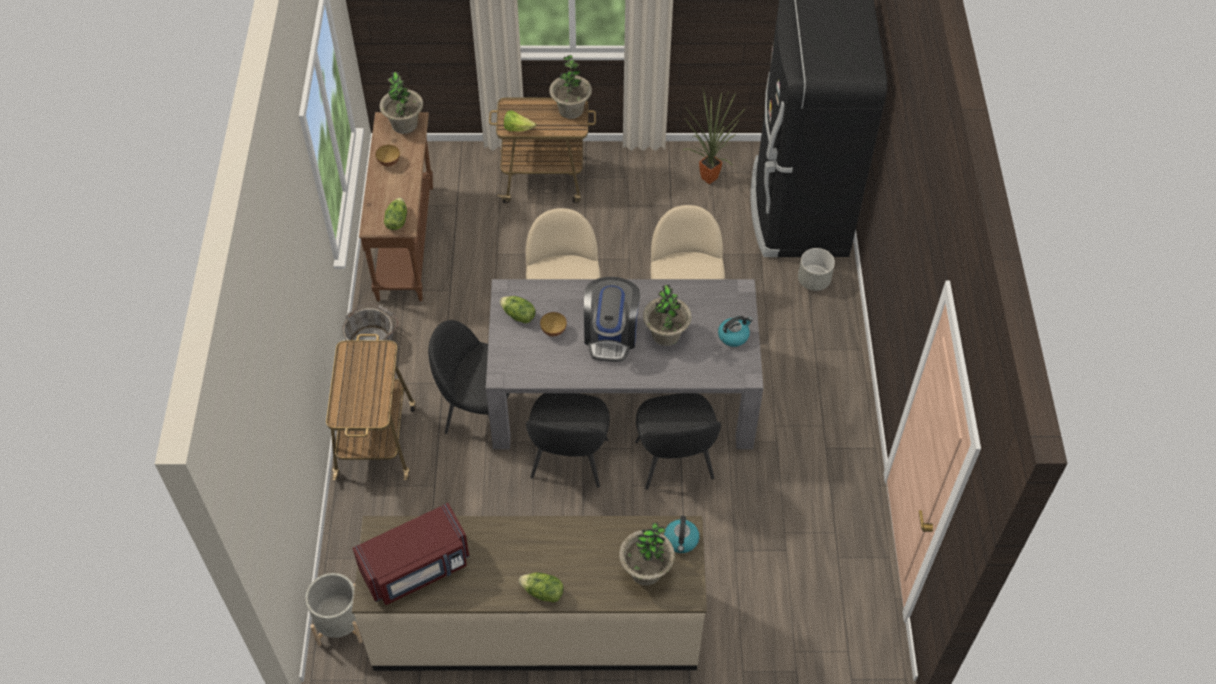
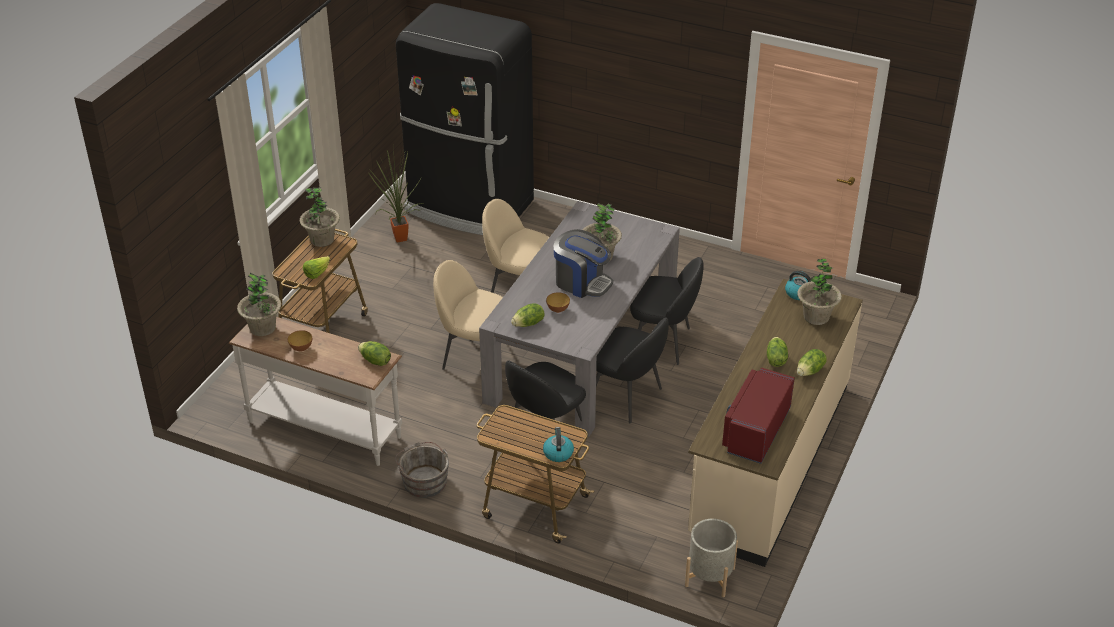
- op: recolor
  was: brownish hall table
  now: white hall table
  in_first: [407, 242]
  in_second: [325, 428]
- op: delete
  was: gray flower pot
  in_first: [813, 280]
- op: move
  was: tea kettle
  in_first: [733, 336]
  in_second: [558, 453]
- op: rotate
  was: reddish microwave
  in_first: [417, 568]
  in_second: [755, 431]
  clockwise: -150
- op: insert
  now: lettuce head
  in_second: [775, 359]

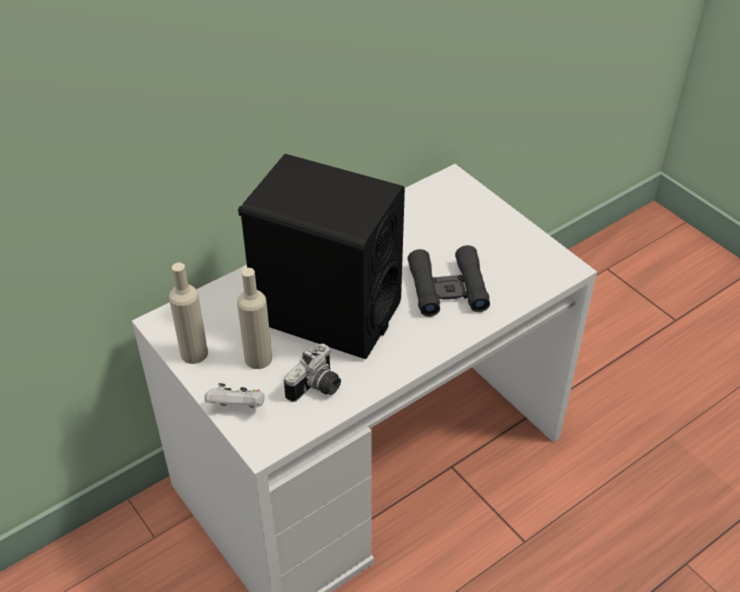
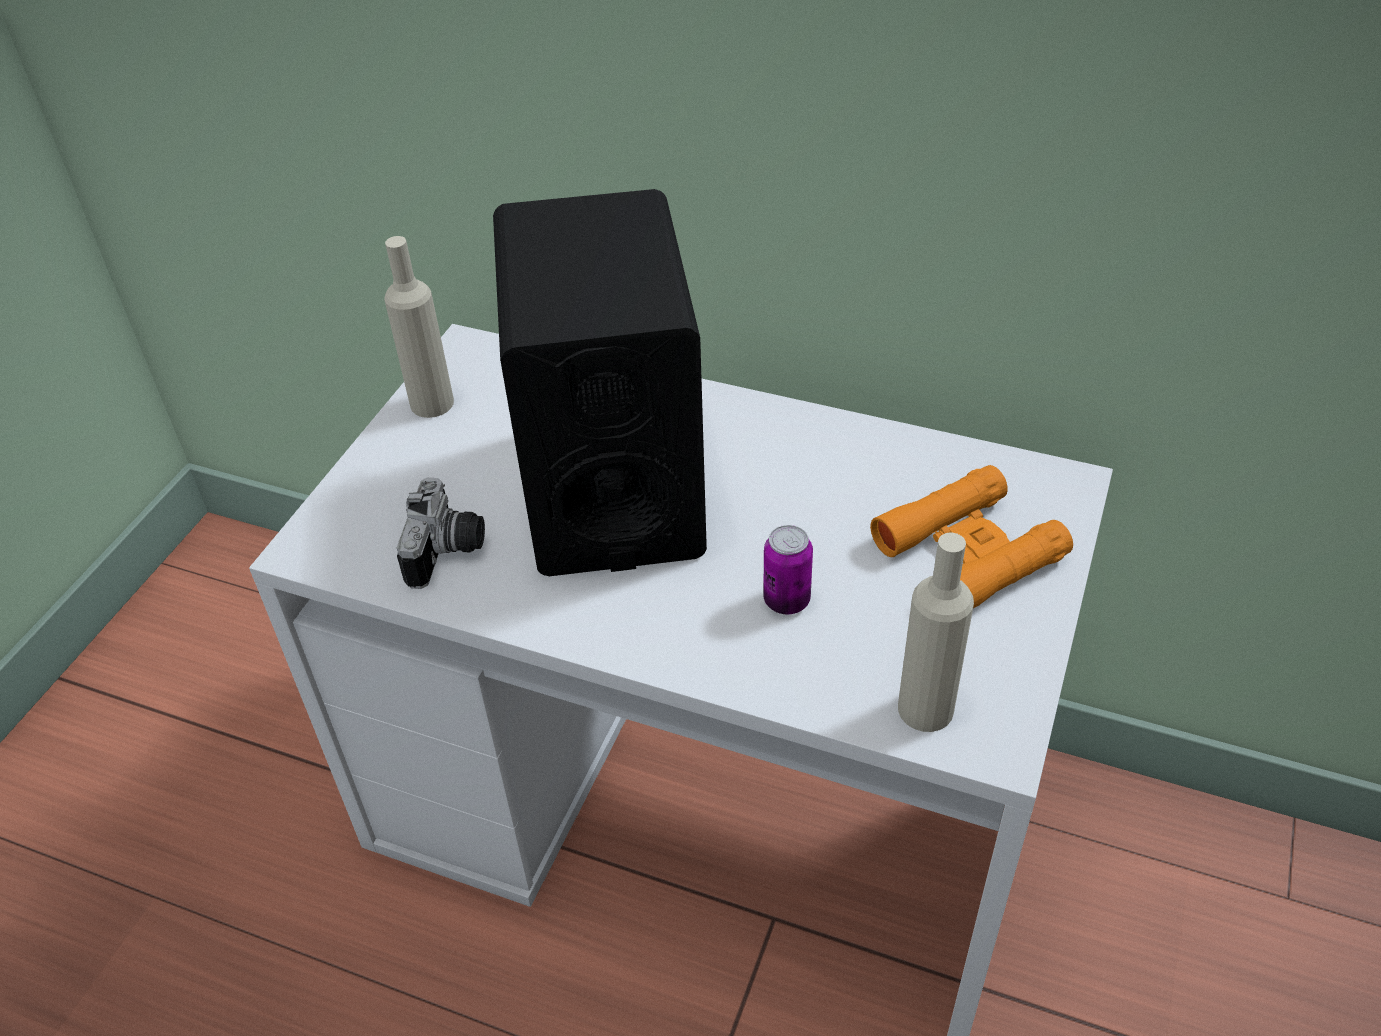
- op: replace
  was: black binoculars
  now: sealed can
  in_first: [448, 288]
  in_second: [786, 600]
- op: move
  was: sand-coloured bottle
  in_first: [258, 358]
  in_second: [925, 709]
- op: rotate
  was: photo camera
  in_first: [317, 388]
  in_second: [449, 552]
  clockwise: -90
- op: delete
  was: white game controller
  in_first: [238, 407]
- op: insert
  now: orangey binoculars
  in_second: [968, 552]

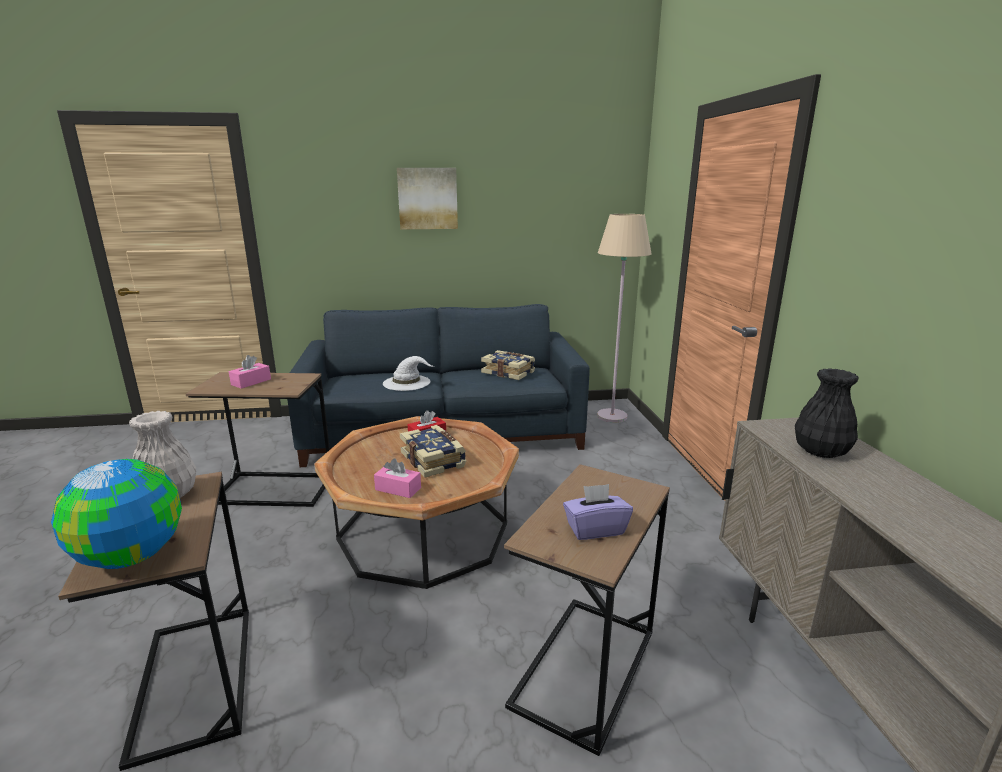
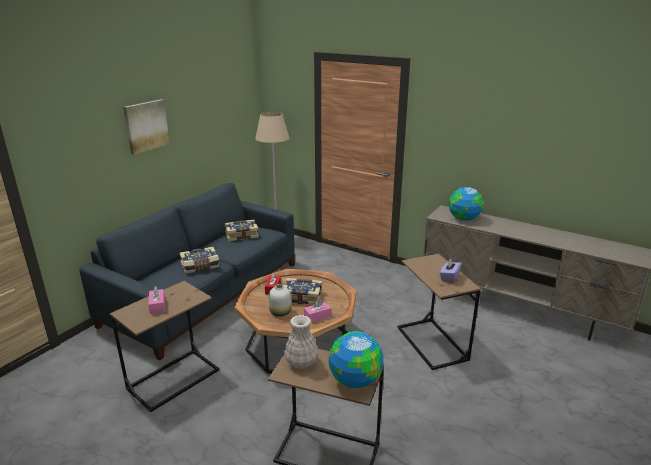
- op: replace
  was: white hat
  now: volume
  in_first: [407, 382]
  in_second: [200, 266]
- op: replace
  was: black decorative vase
  now: globe
  in_first: [820, 451]
  in_second: [463, 219]
- op: insert
  now: white decorative vase
  in_second: [279, 312]

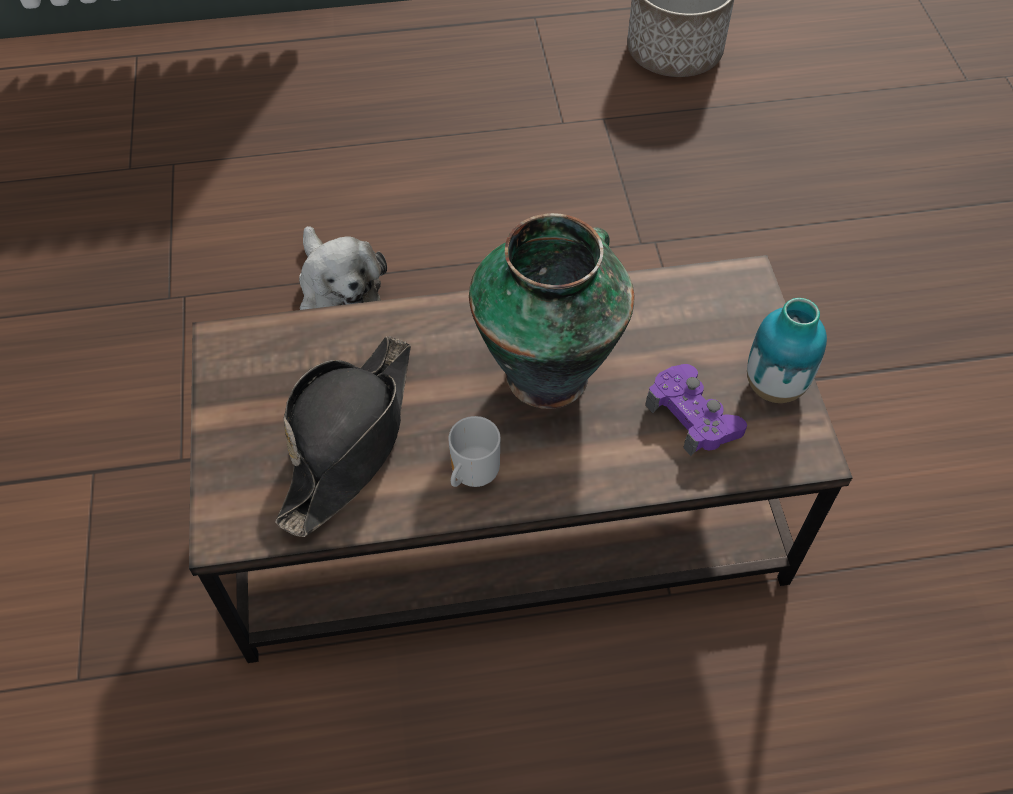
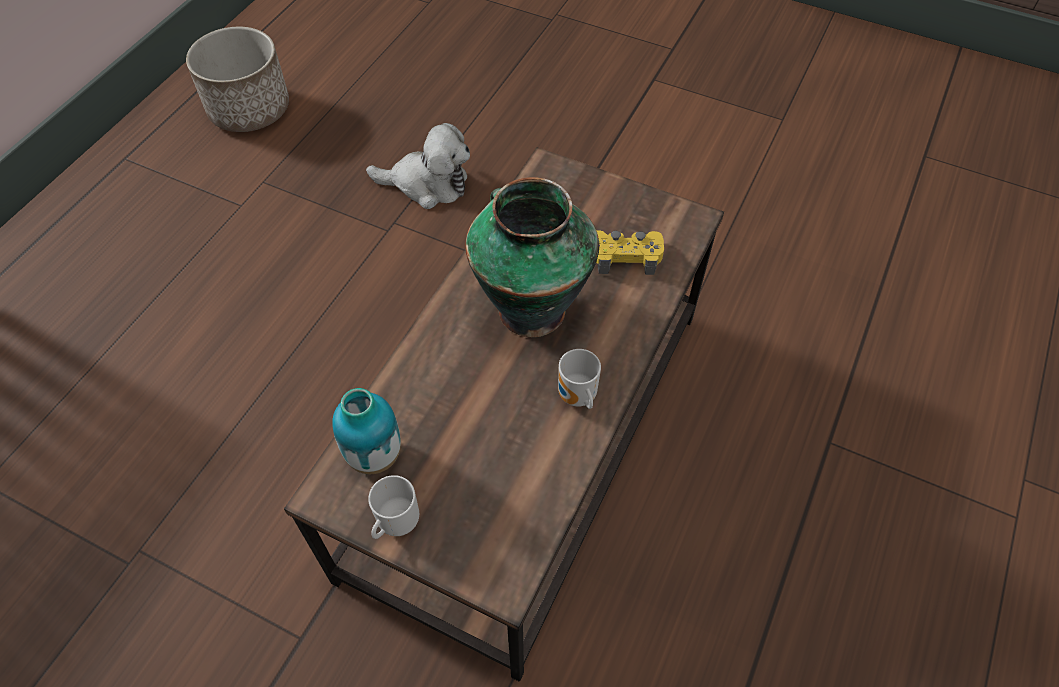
- op: move
  was: soft toy
  in_first: [338, 291]
  in_second: [427, 184]
- op: move
  was: decorative vase
  in_first: [774, 386]
  in_second: [374, 455]
- op: delete
  was: black hat
  in_first: [350, 439]
- op: recolor
  was: purple game controller
  now: yellow game controller
  in_first: [693, 416]
  in_second: [625, 256]
- op: insert
  now: coffee mug
  in_second: [395, 522]

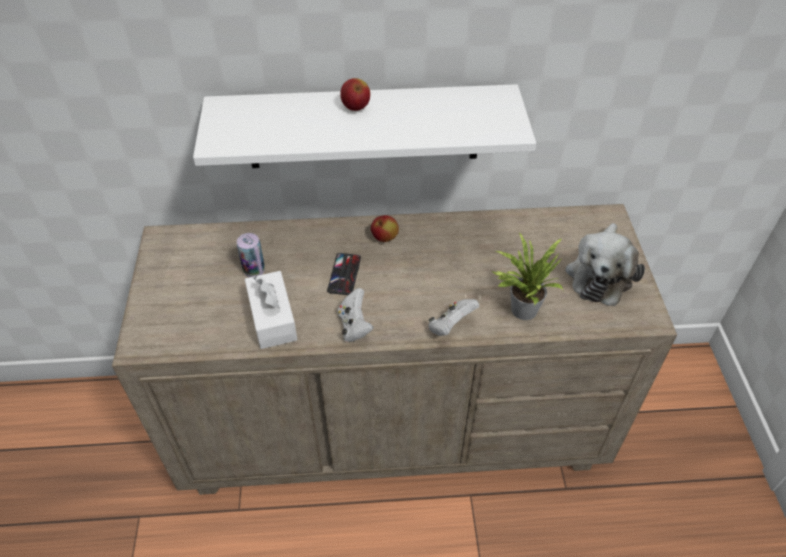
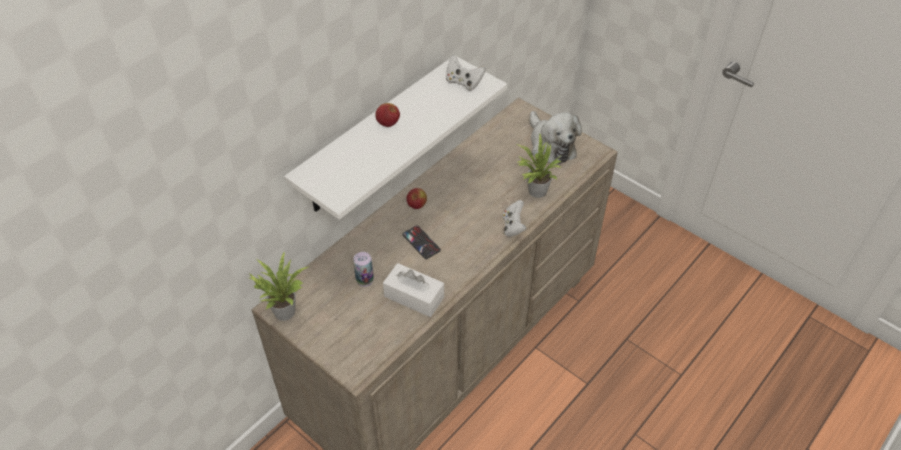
- op: move
  was: white game controller
  in_first: [354, 326]
  in_second: [463, 82]
- op: insert
  now: potted plant
  in_second: [283, 309]

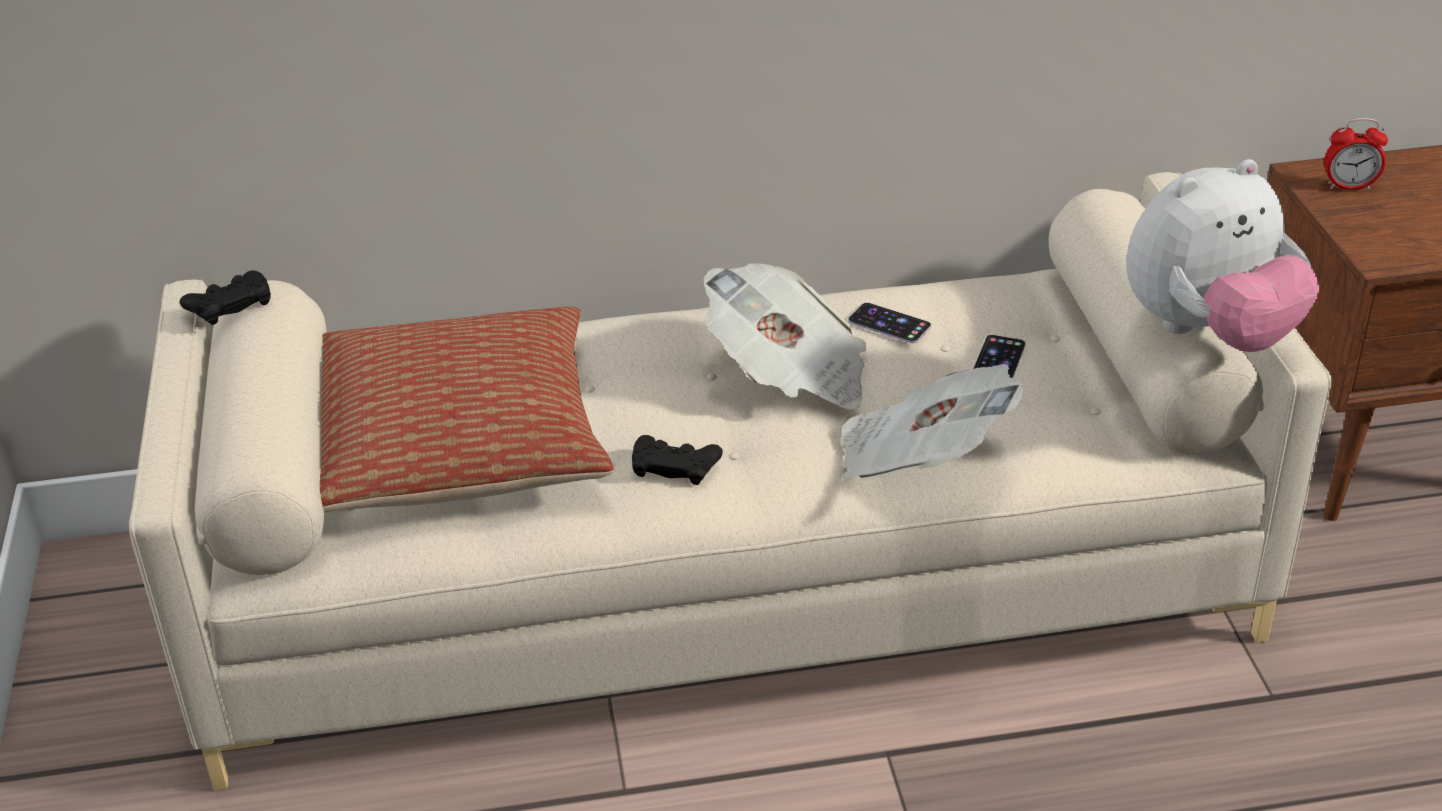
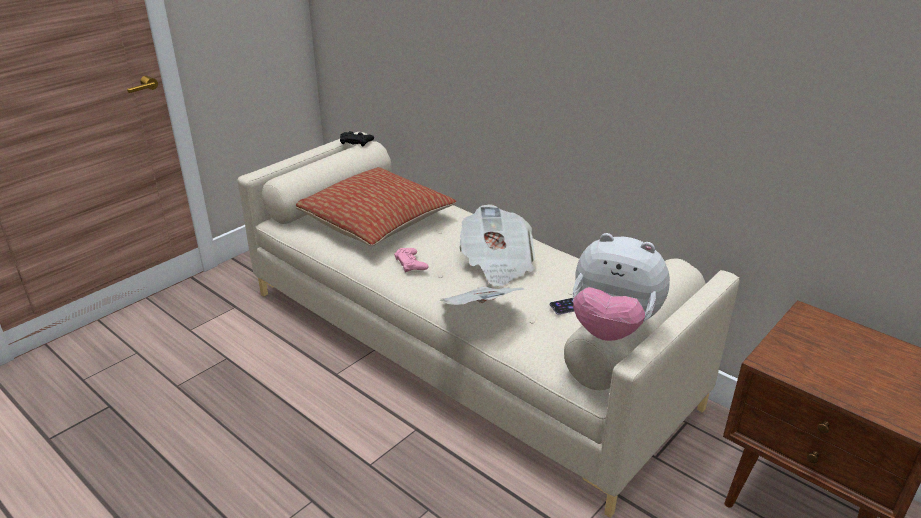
- op: delete
  was: alarm clock
  in_first: [1349, 186]
- op: delete
  was: phone
  in_first: [889, 323]
- op: recolor
  was: black game controller
  now: pink-coloured game controller
  in_first: [674, 465]
  in_second: [411, 263]

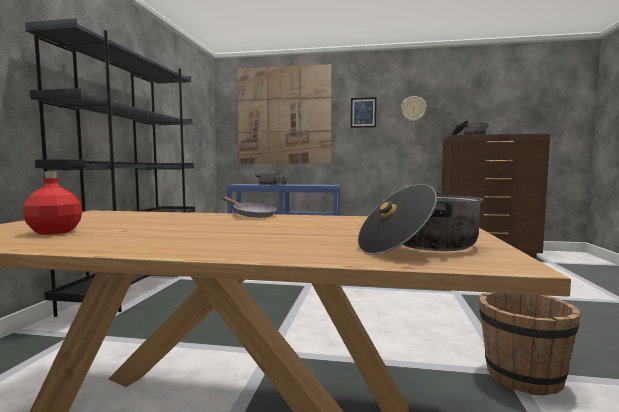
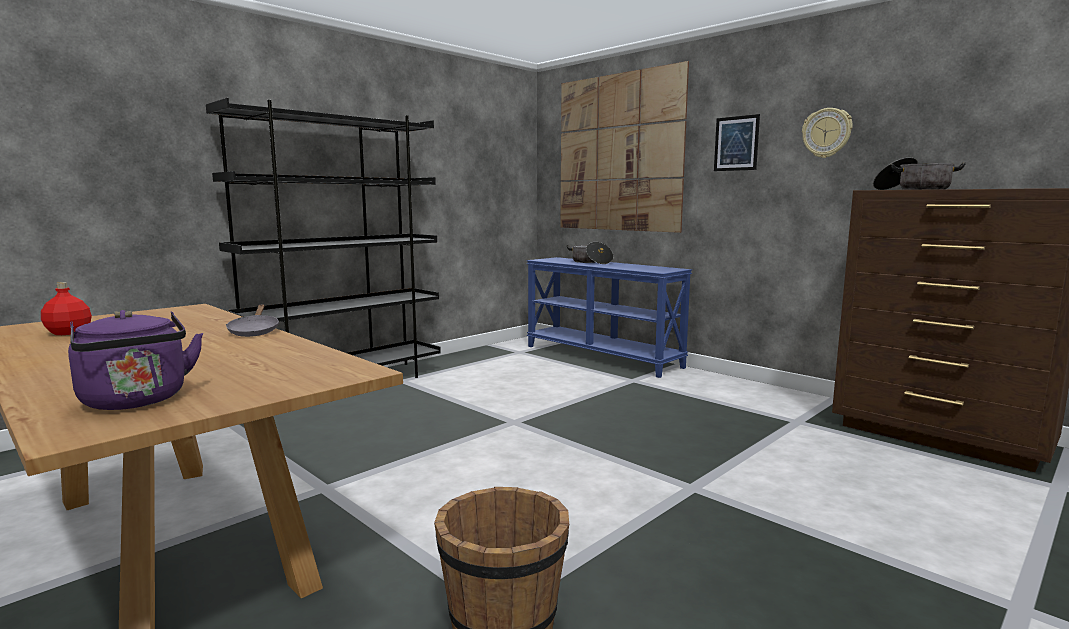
- op: replace
  was: cooking pot
  now: purple tea kettle
  in_first: [419, 246]
  in_second: [137, 401]

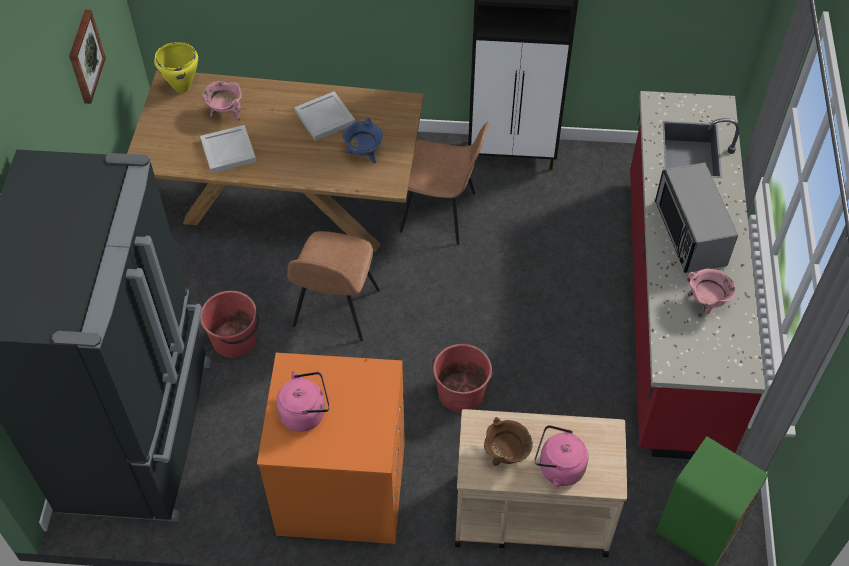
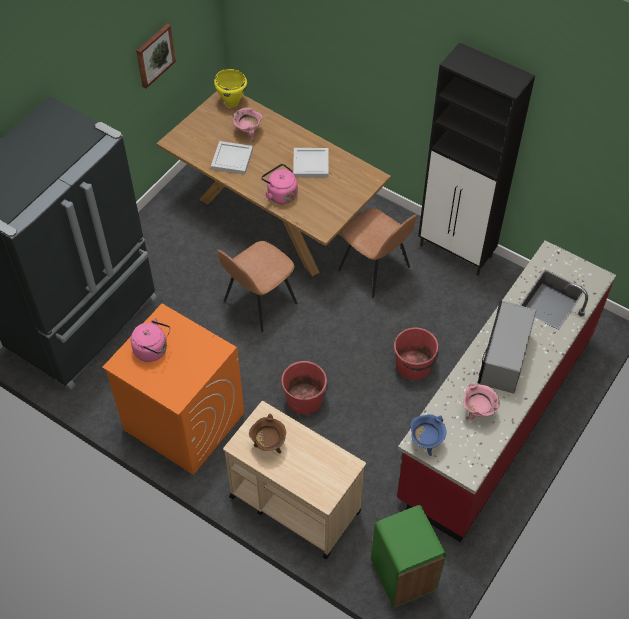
- op: move
  was: blue-coloured cooking pot
  in_first: [364, 154]
  in_second: [426, 442]
- op: move
  was: reddish pail
  in_first: [235, 339]
  in_second: [414, 366]
- op: move
  was: pink-coloured tea kettle
  in_first: [558, 467]
  in_second: [280, 194]

